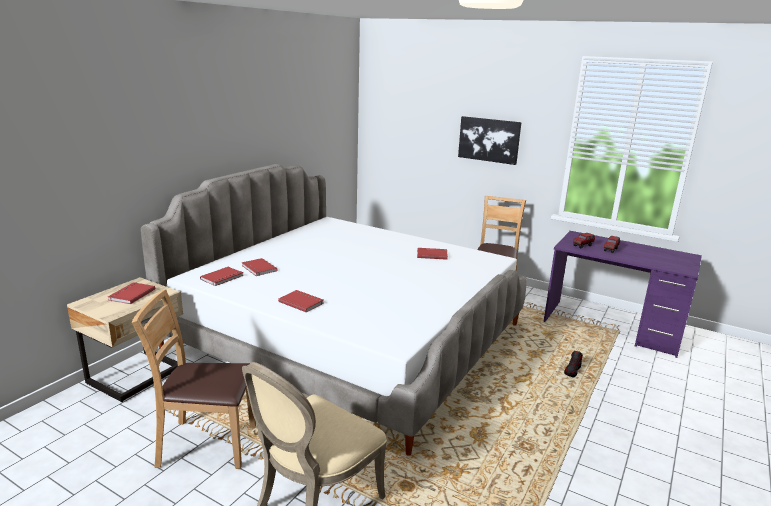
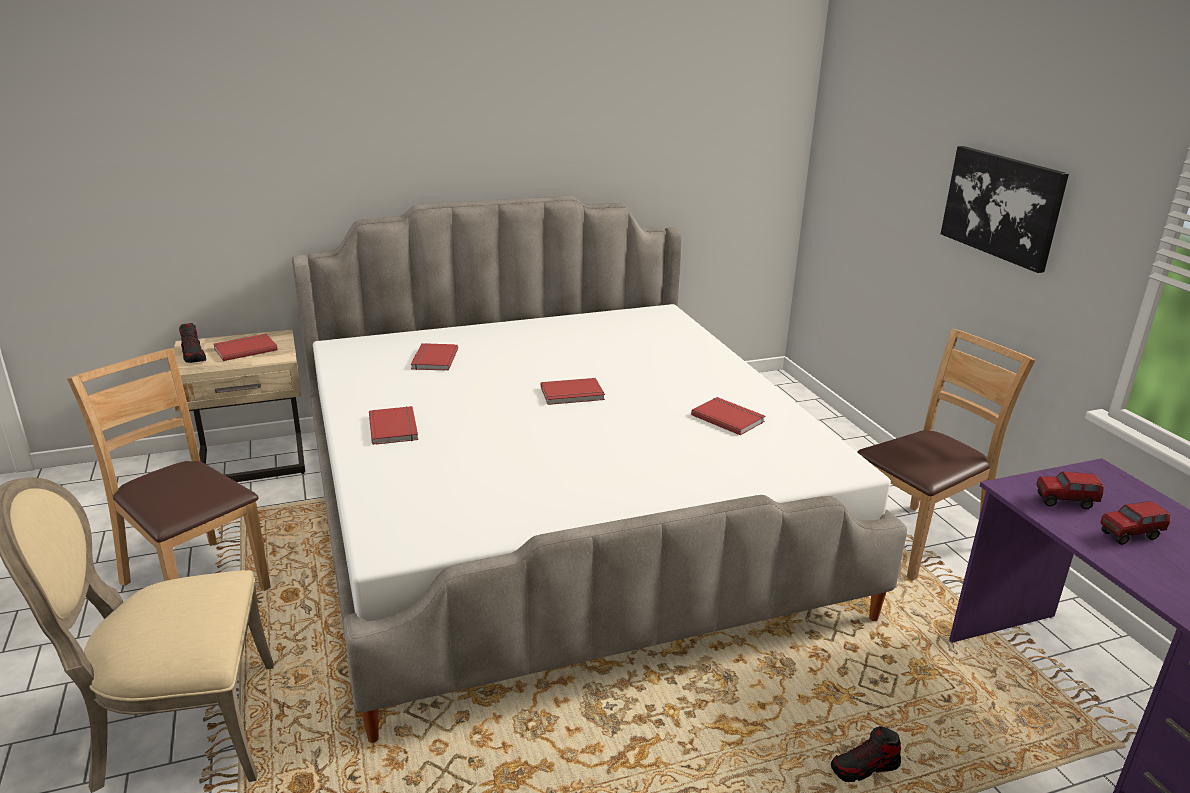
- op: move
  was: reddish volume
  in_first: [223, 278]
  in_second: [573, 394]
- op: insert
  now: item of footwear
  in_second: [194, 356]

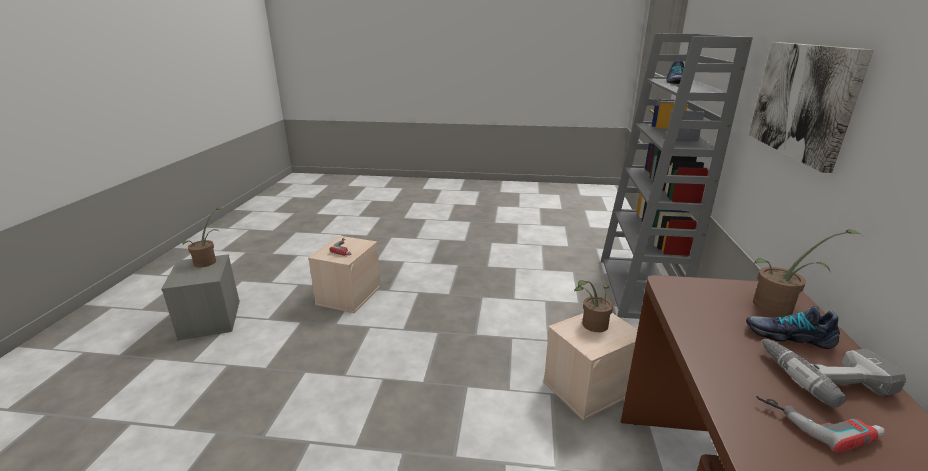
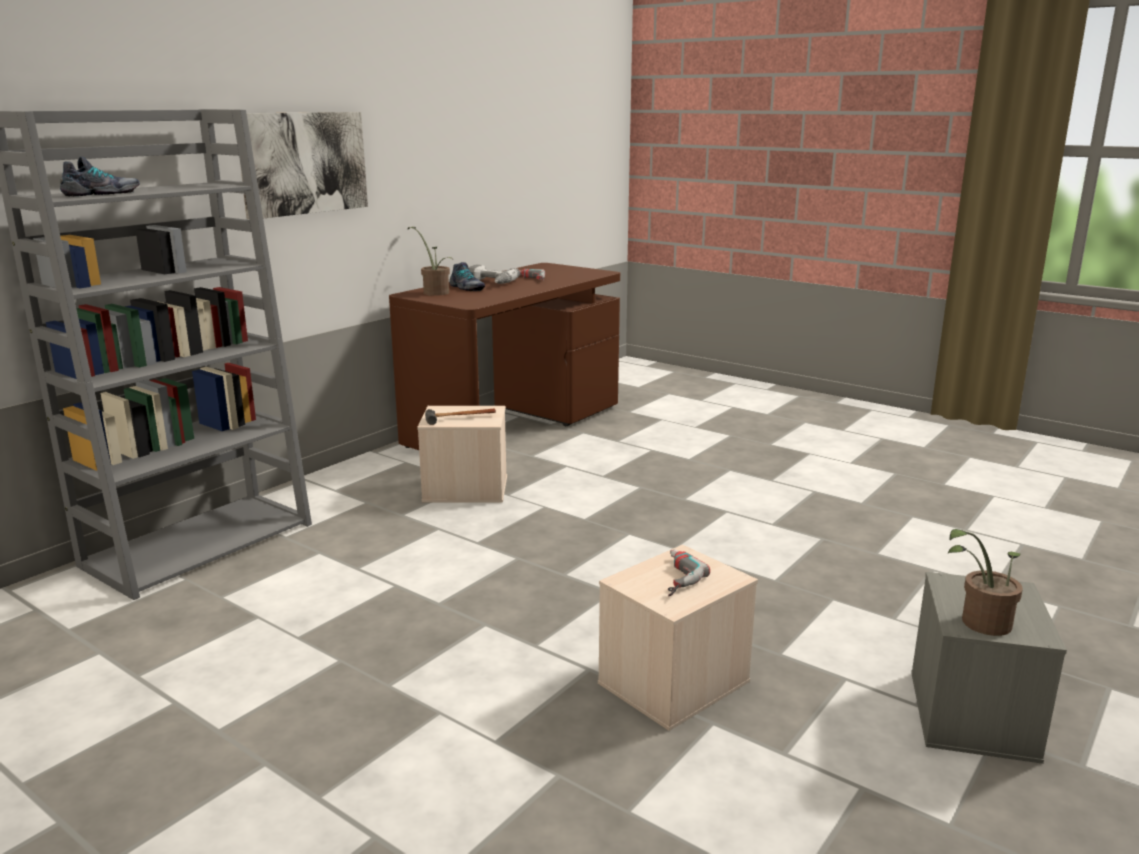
- op: replace
  was: potted plant
  now: hand hammer
  in_first: [592, 326]
  in_second: [460, 418]

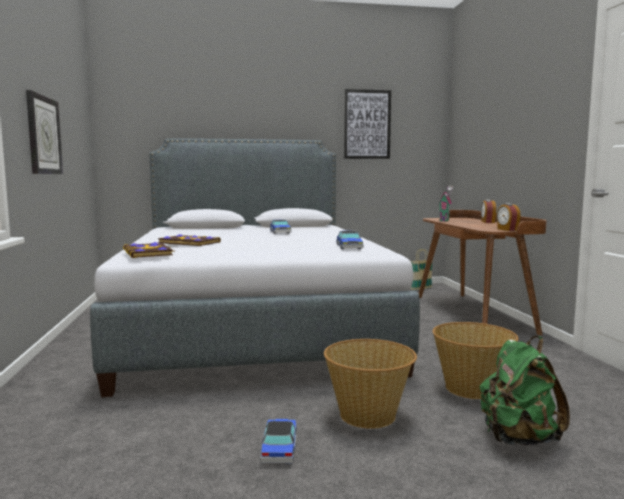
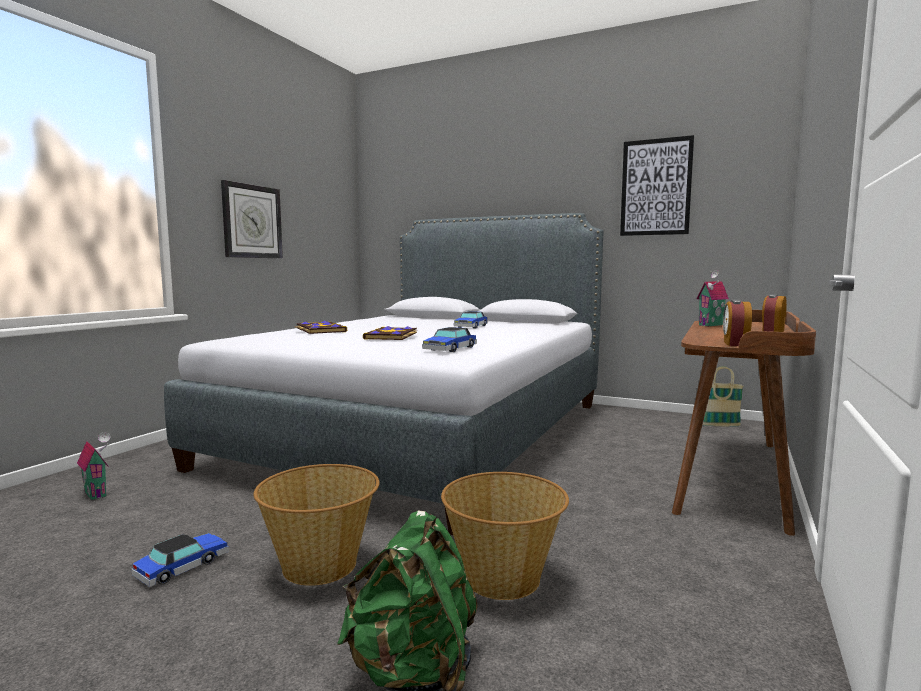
- op: move
  was: volume
  in_first: [148, 252]
  in_second: [392, 336]
- op: insert
  now: model house
  in_second: [98, 493]

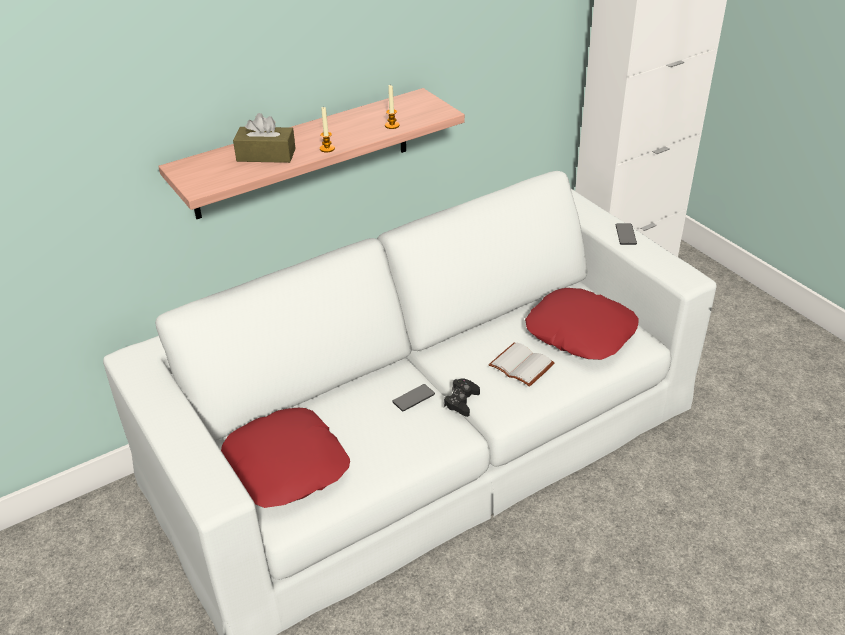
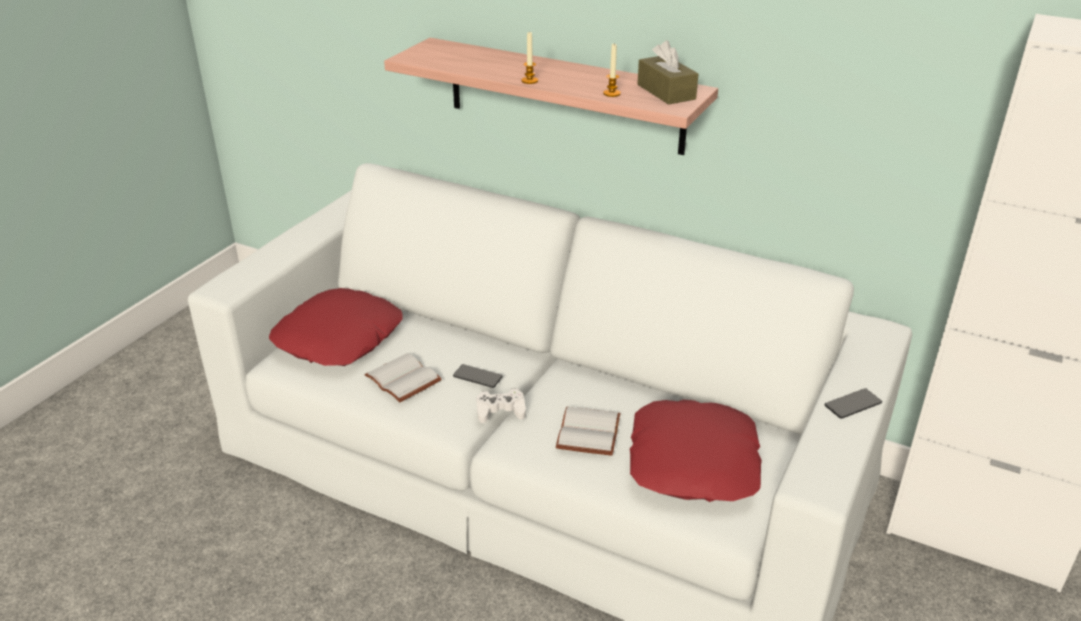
- op: move
  was: brownish tissue holder
  in_first: [266, 155]
  in_second: [666, 92]
- op: recolor
  was: black game controller
  now: white game controller
  in_first: [461, 401]
  in_second: [500, 410]
- op: insert
  now: white volume
  in_second: [405, 379]

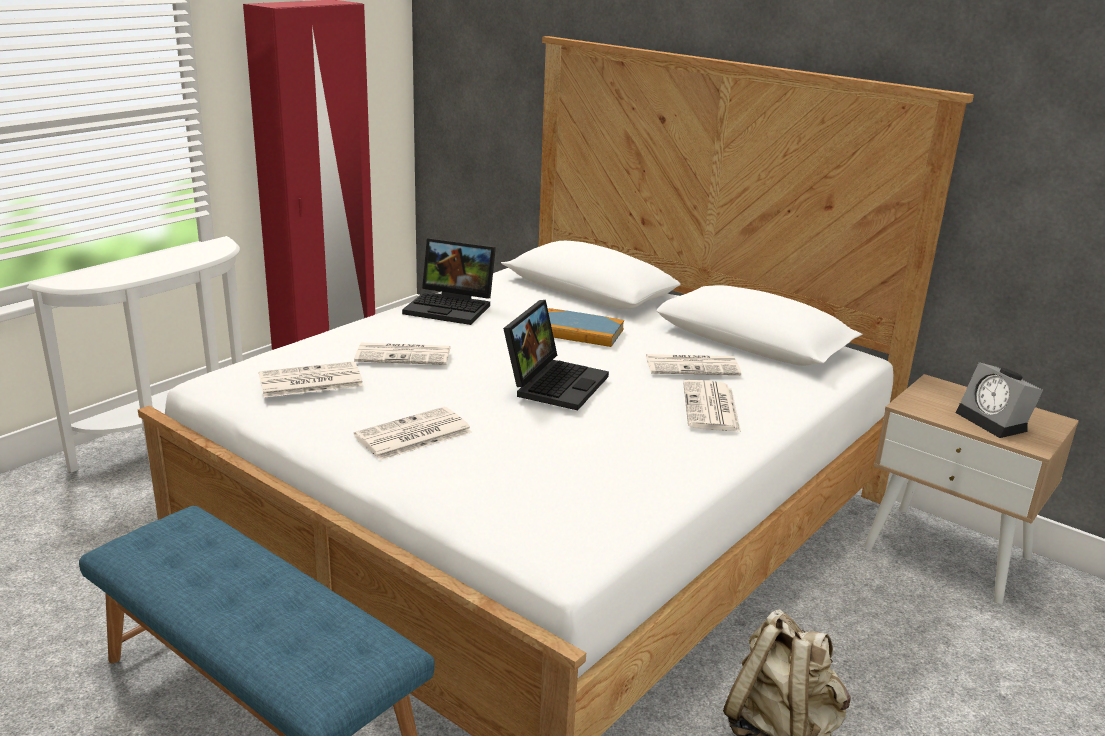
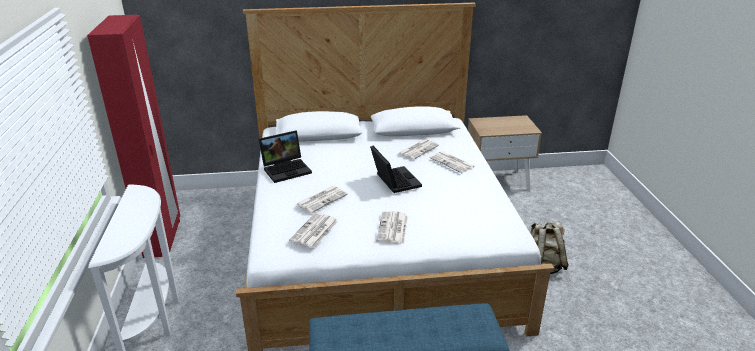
- op: delete
  was: volume
  in_first: [578, 332]
- op: delete
  was: alarm clock
  in_first: [995, 422]

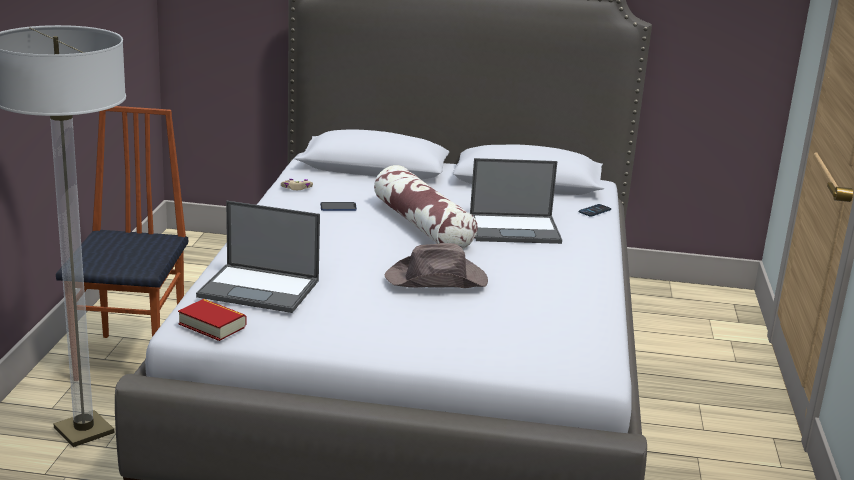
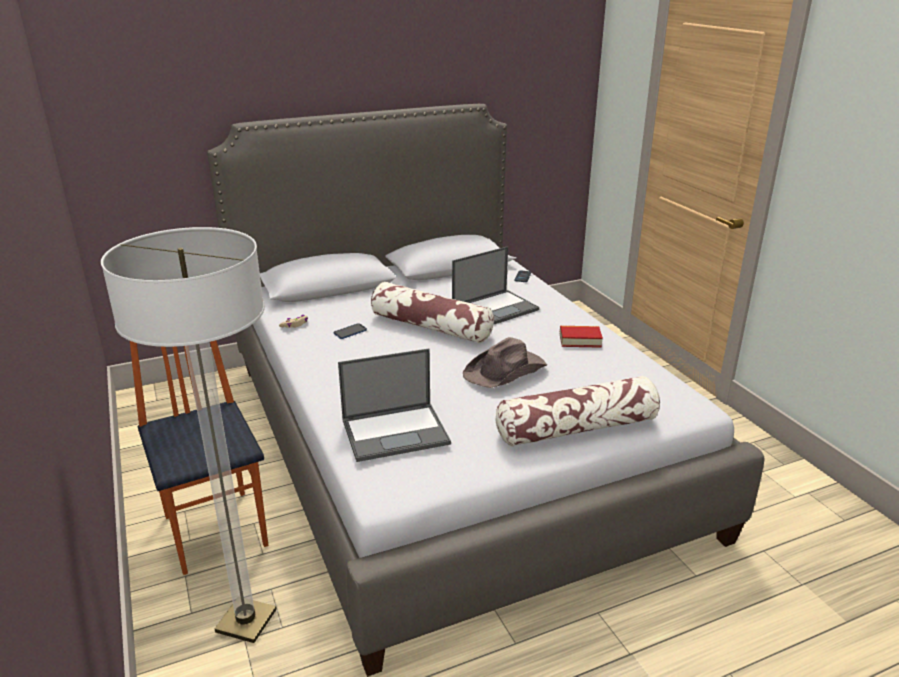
- op: move
  was: volume
  in_first: [212, 325]
  in_second: [580, 340]
- op: insert
  now: pillow
  in_second: [577, 428]

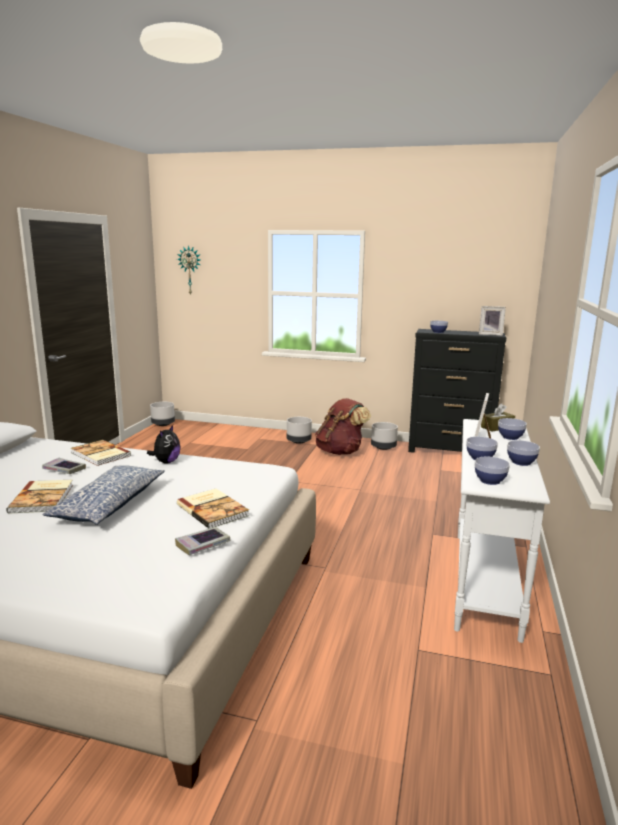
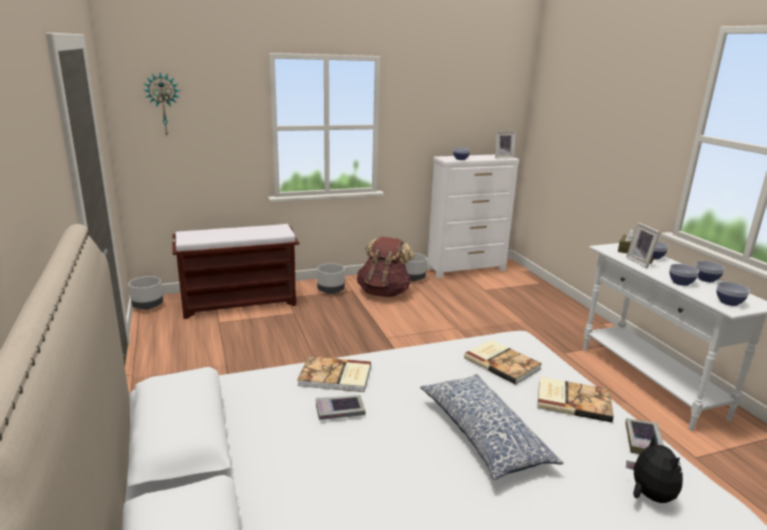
- op: recolor
  was: black drawer chest
  now: white drawer chest
  in_first: [450, 451]
  in_second: [467, 269]
- op: move
  was: soft toy
  in_first: [166, 462]
  in_second: [649, 496]
- op: move
  was: volume
  in_first: [43, 498]
  in_second: [502, 363]
- op: insert
  now: brownish indoor bench
  in_second: [240, 303]

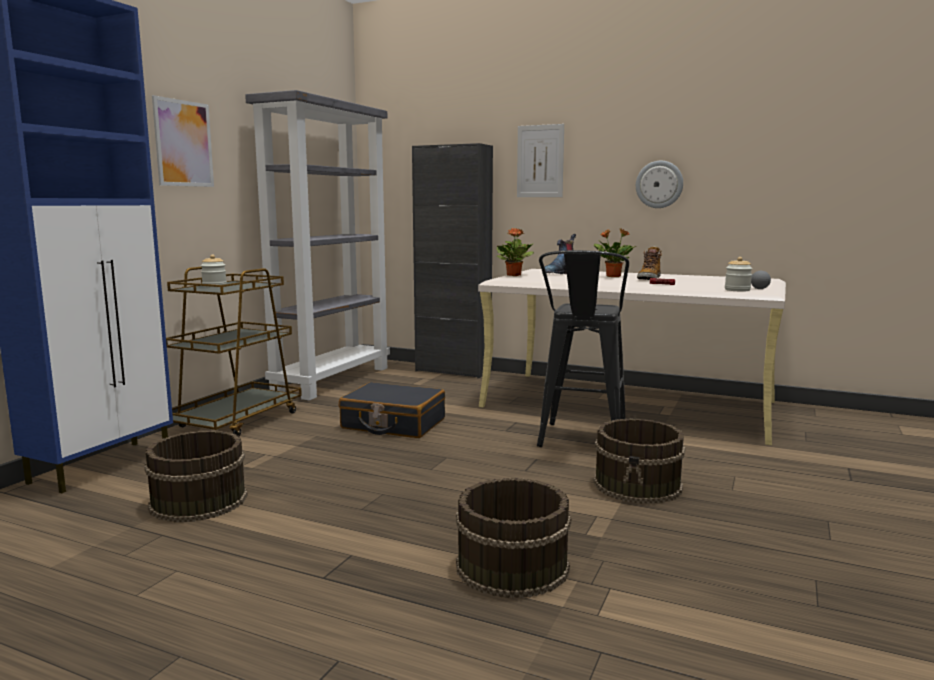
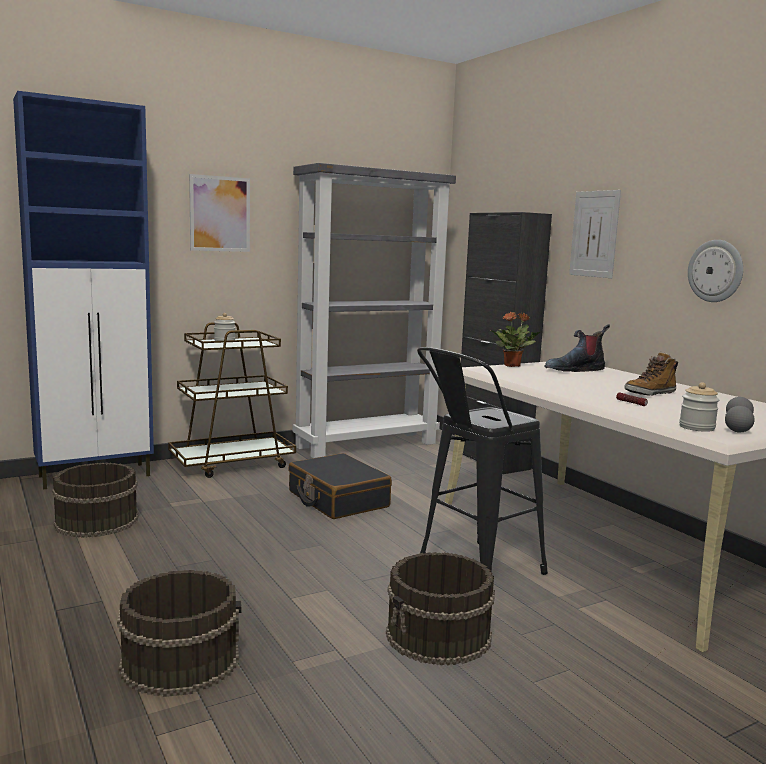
- op: delete
  was: potted plant
  in_first: [612, 276]

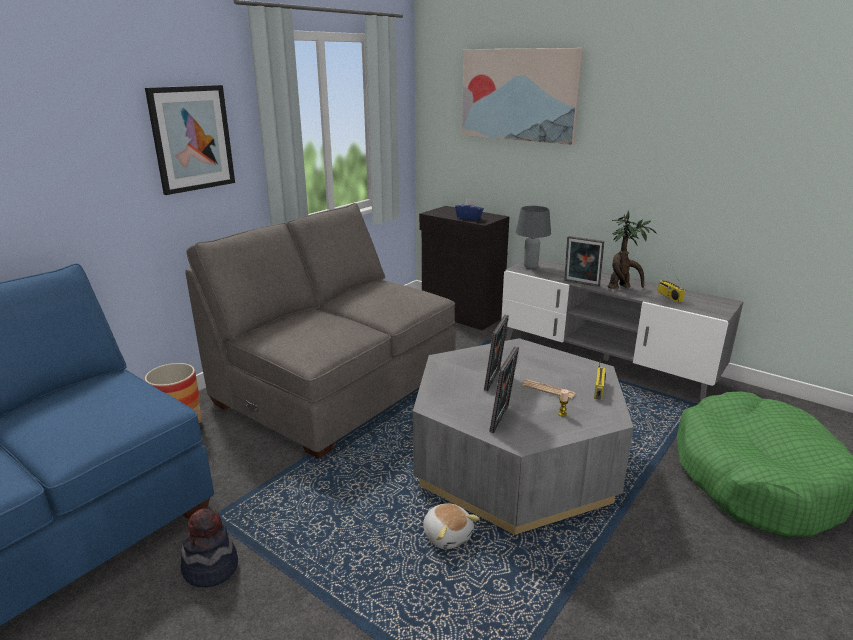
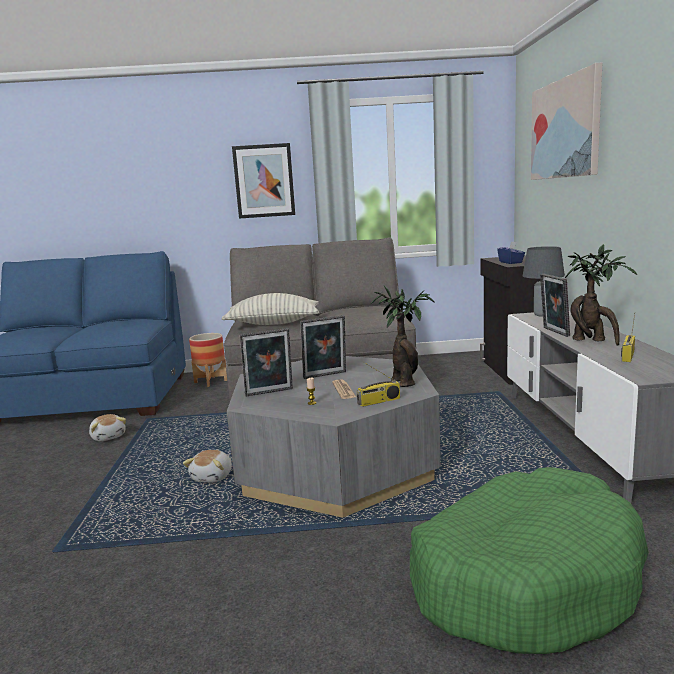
- op: replace
  was: hat
  now: soft toy
  in_first: [211, 568]
  in_second: [109, 436]
- op: insert
  now: potted plant
  in_second: [403, 382]
- op: insert
  now: pillow
  in_second: [273, 323]

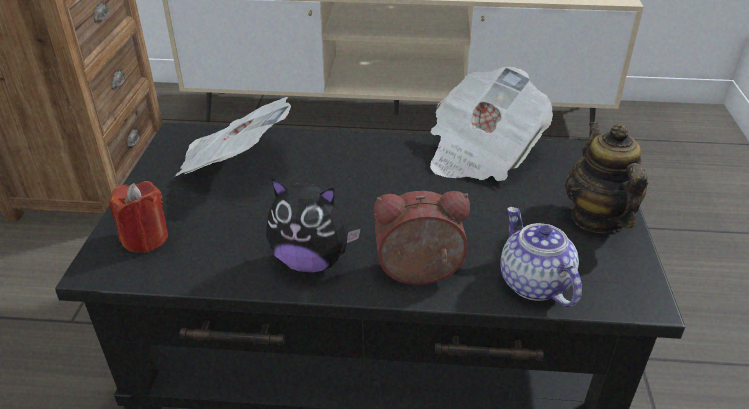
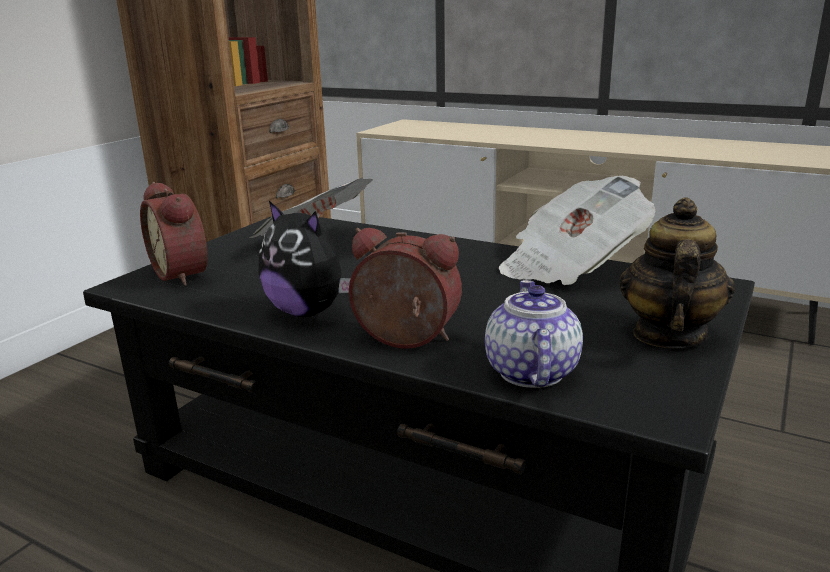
- op: replace
  was: reddish wax candle
  now: alarm clock
  in_first: [145, 238]
  in_second: [185, 273]

